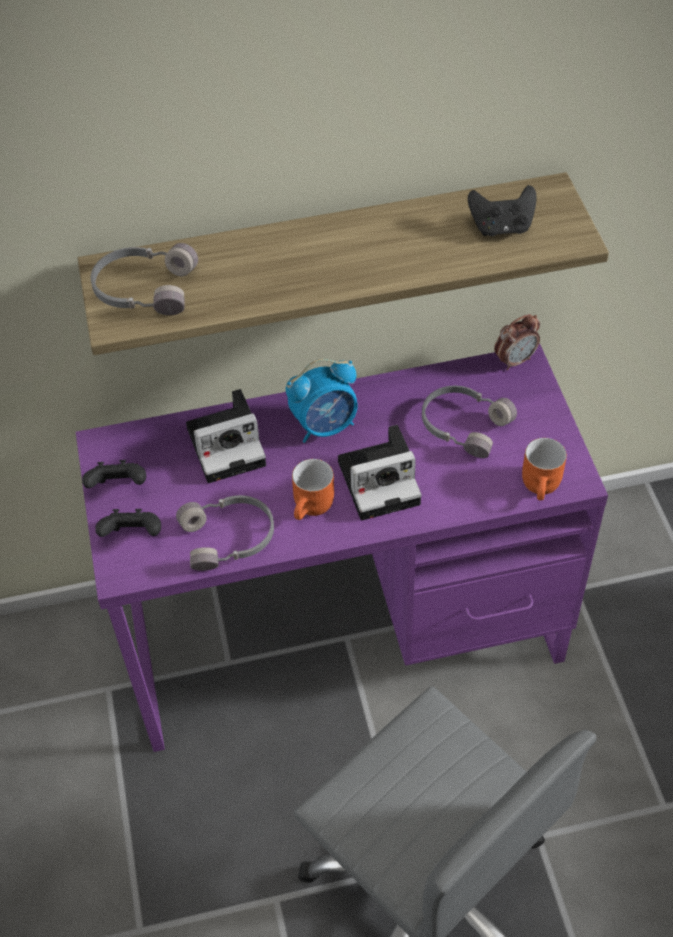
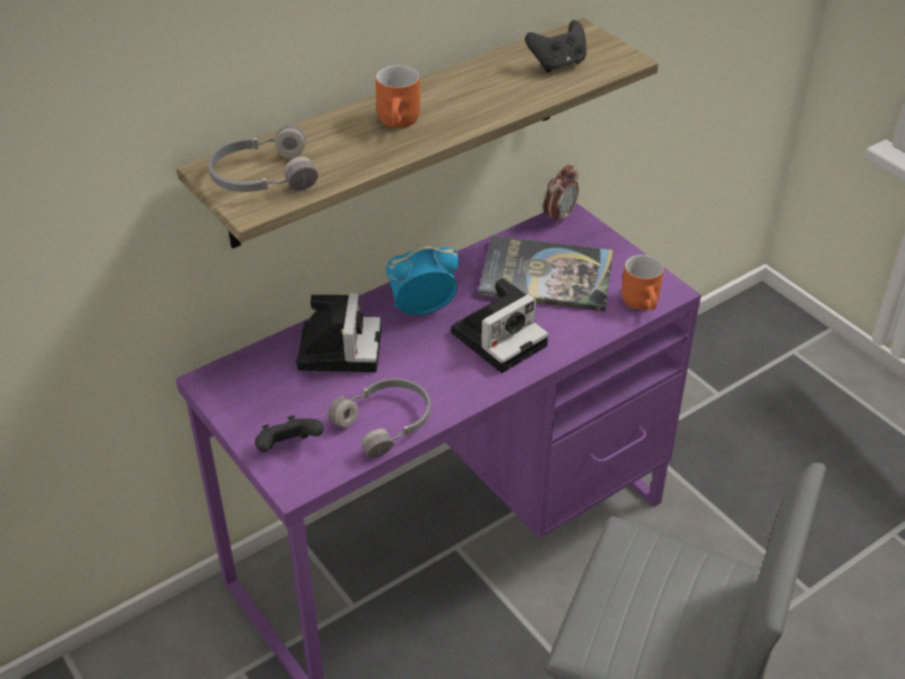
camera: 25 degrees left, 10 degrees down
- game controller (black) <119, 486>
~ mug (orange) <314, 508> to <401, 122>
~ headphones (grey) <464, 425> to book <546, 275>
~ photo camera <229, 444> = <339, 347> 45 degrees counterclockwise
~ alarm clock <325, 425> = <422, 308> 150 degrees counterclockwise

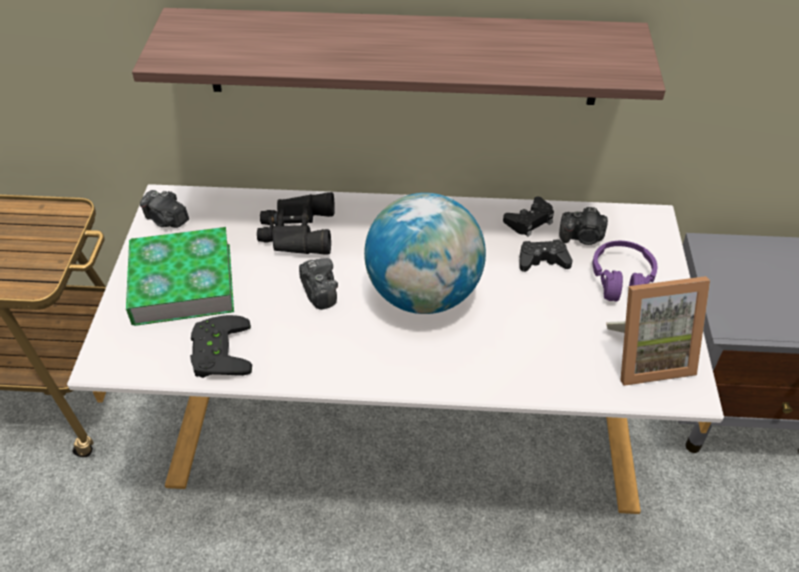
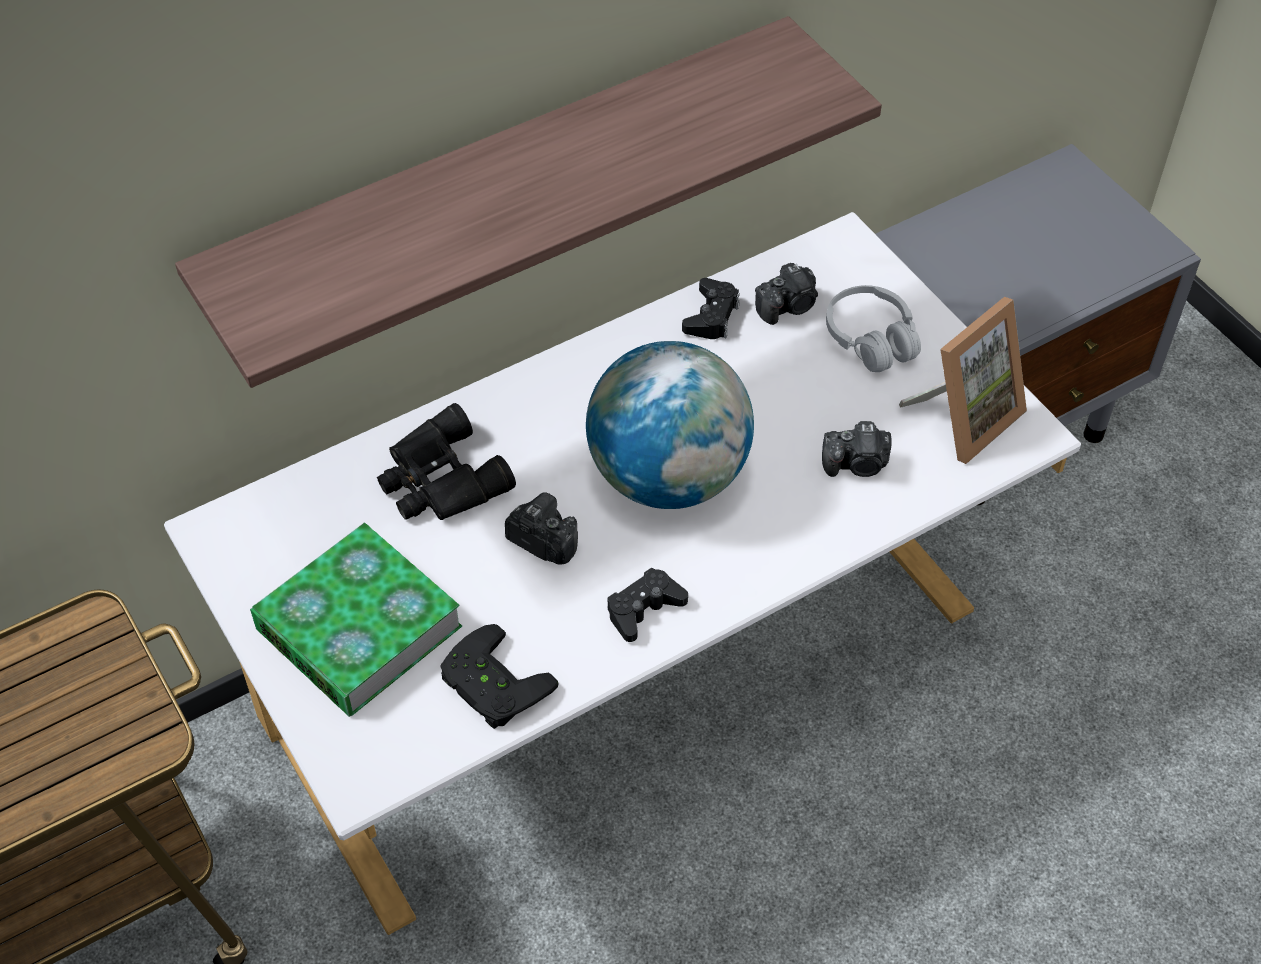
camera: 35 degrees left, 5 degrees up
~ photo camera <166, 220> to <857, 464>
~ game controller (black) <542, 261> to <644, 609>
~ headphones (purple) <621, 280> to headphones (white) <871, 339>

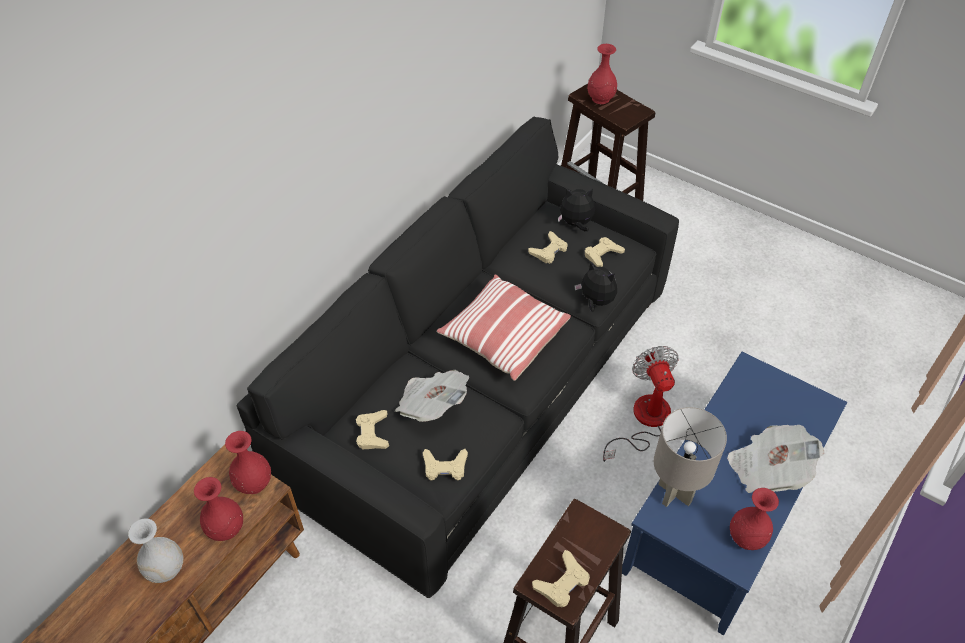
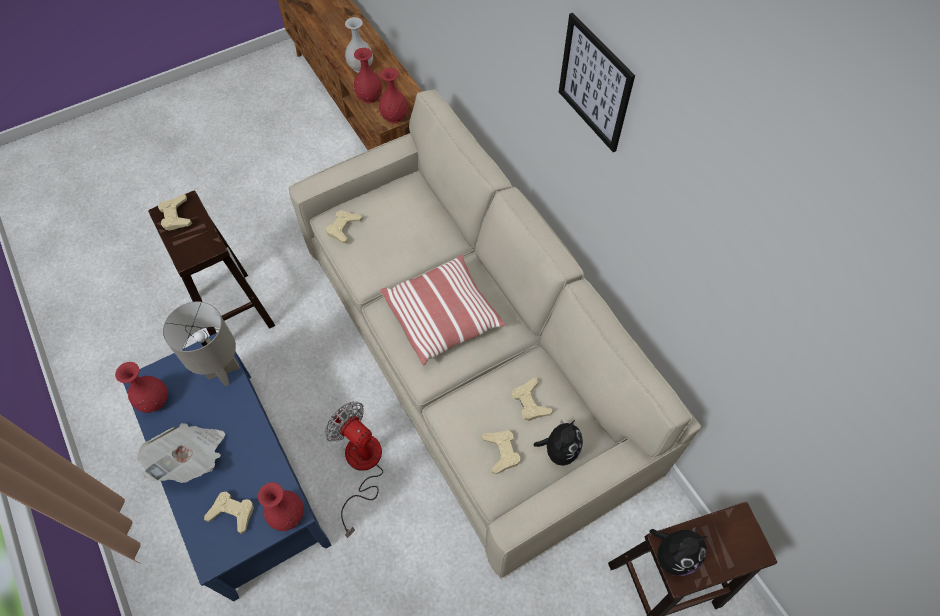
camera: 115 degrees right, 10 degrees up
- newspaper <432, 405>
+ picture <595, 83>
~ game controller (beige) <372, 433> to <232, 513>
~ plush toy <595, 301> to <673, 554>
~ vase (red) <600, 98> to <288, 515>
~ sofa (black) <482, 383> to sofa (beige) <470, 354>
~ fan <643, 421> = <361, 467> 150 degrees counterclockwise

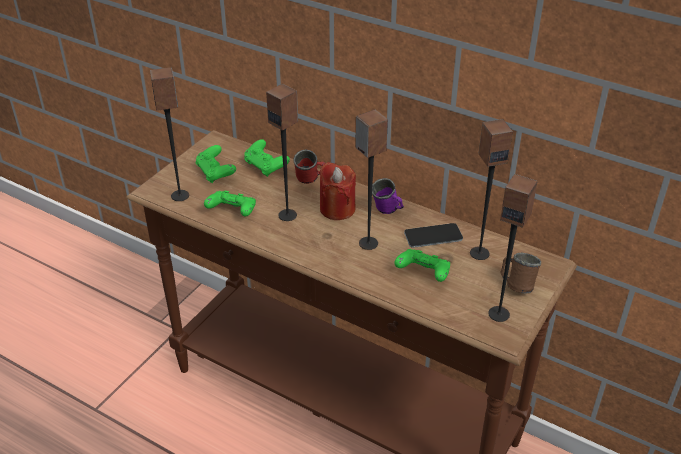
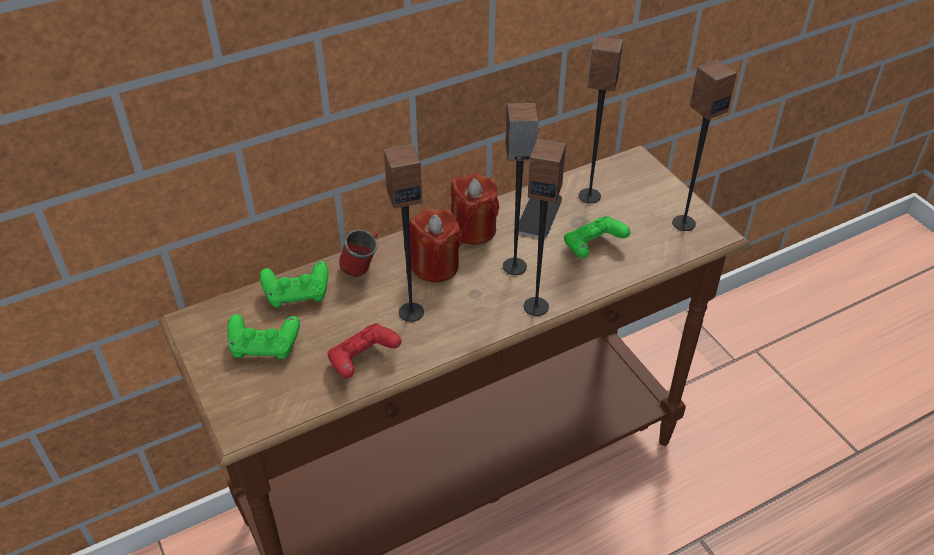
camera: 60 degrees left, 5 degrees up
- mug (brown) <516, 285>
~ speaker <180, 195> to <536, 306>
~ mug (purple) <388, 212> to candle (red) <473, 229>
~ game controller (green) <232, 212> to game controller (red) <363, 360>

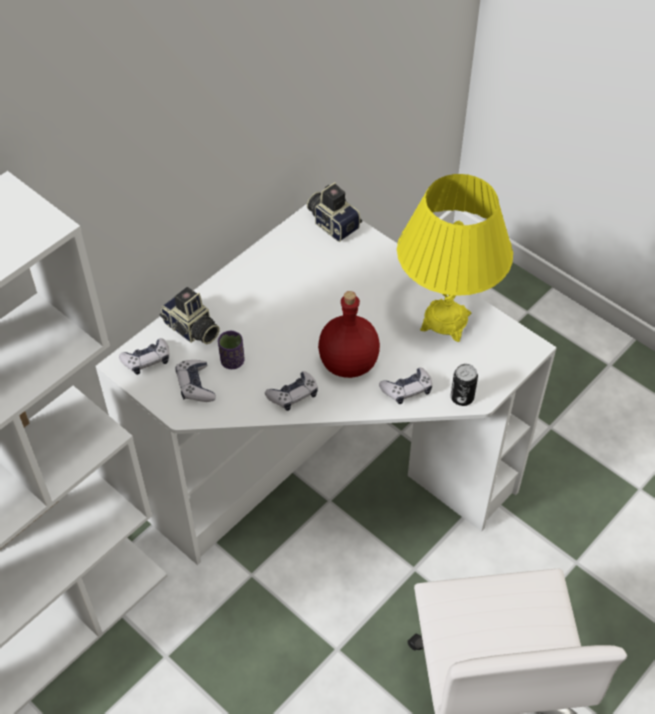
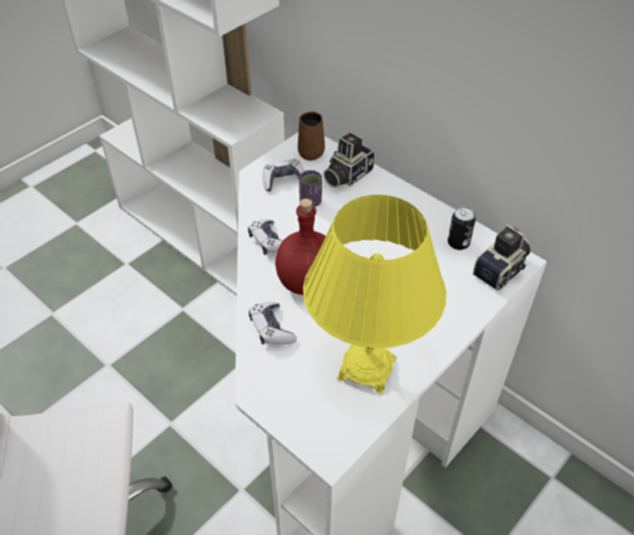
camera: 90 degrees right, 5 degrees down
~ can <462, 397> to <458, 243>
~ game controller <147, 360> to mug (brown) <312, 152>

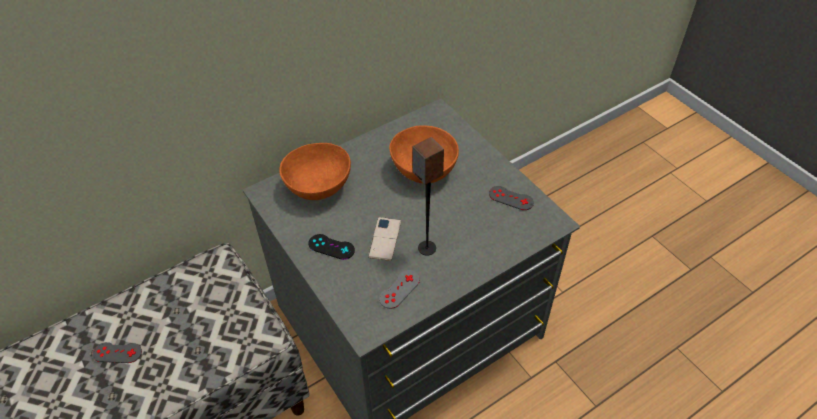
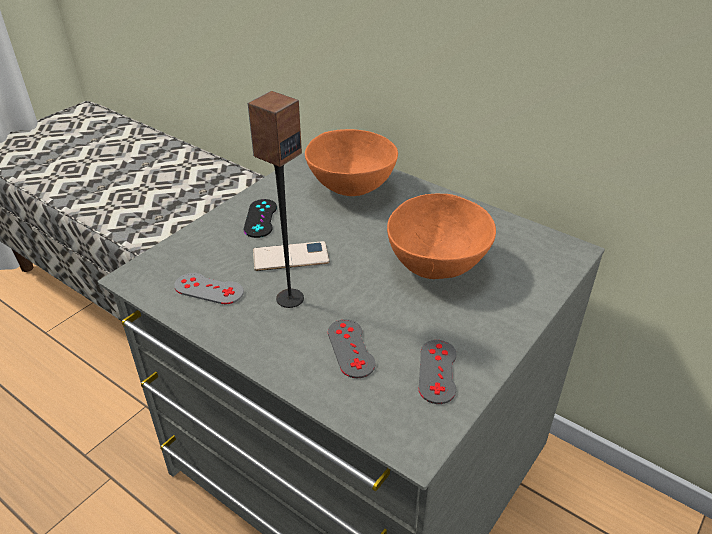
camera: 70 degrees right, 10 degrees down
~ game controller (grey) <117, 353> to <351, 348>

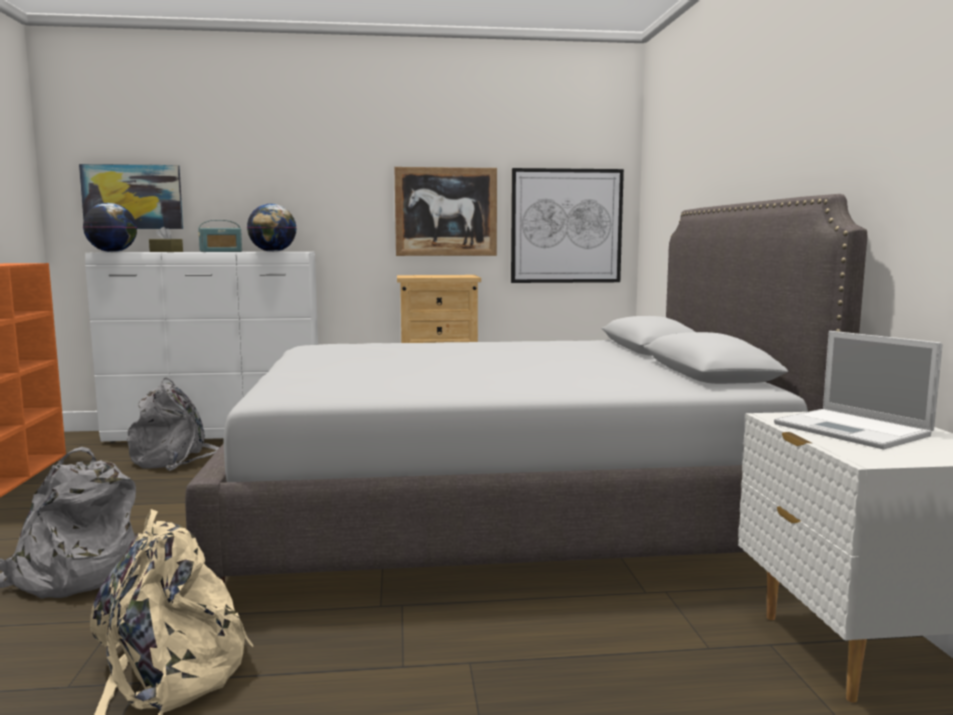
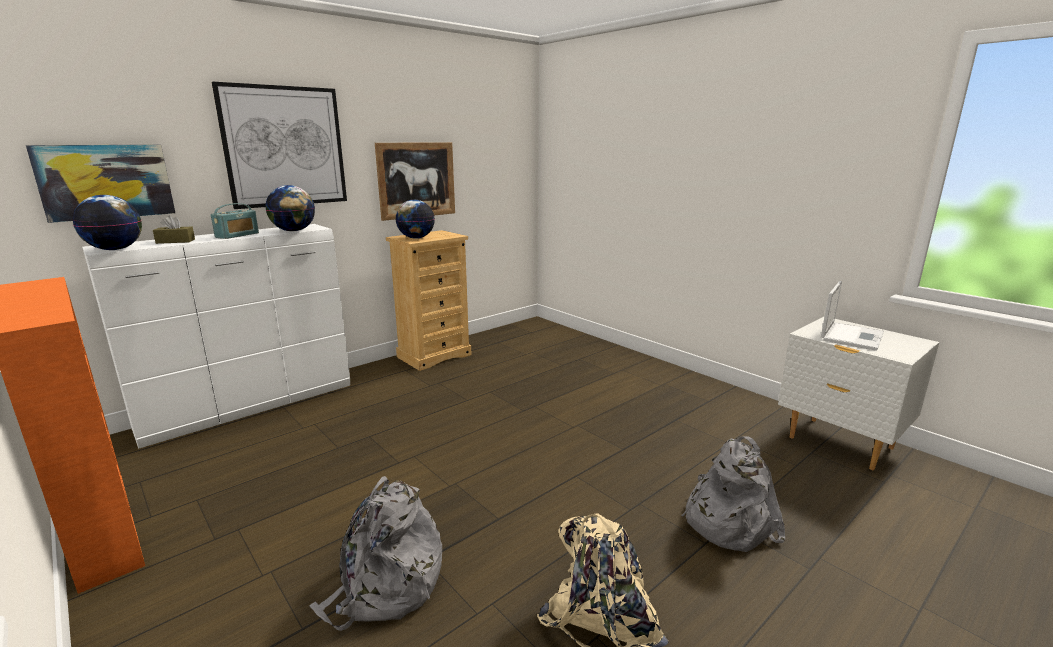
camera: 35 degrees left, 10 degrees up
- bed (grey) <502, 515>
+ globe <416, 238>
~ backpack (grey) <175, 459> to <726, 521>
~ picture <566, 226> to <285, 147>
~ laptop <854, 430> = <851, 336> 75 degrees counterclockwise

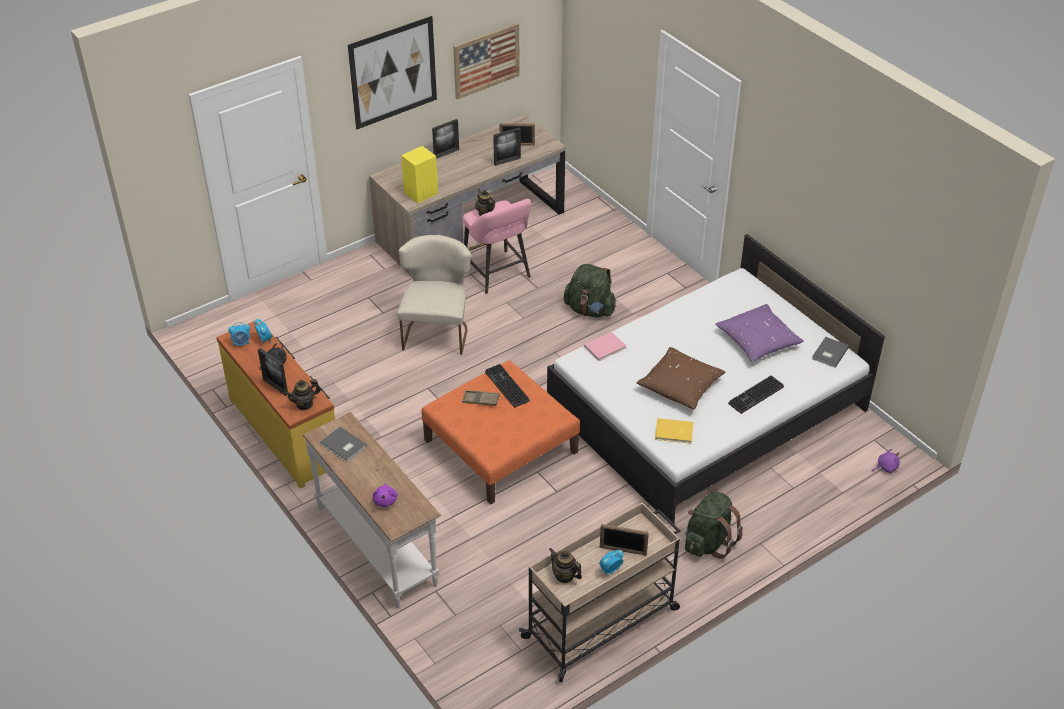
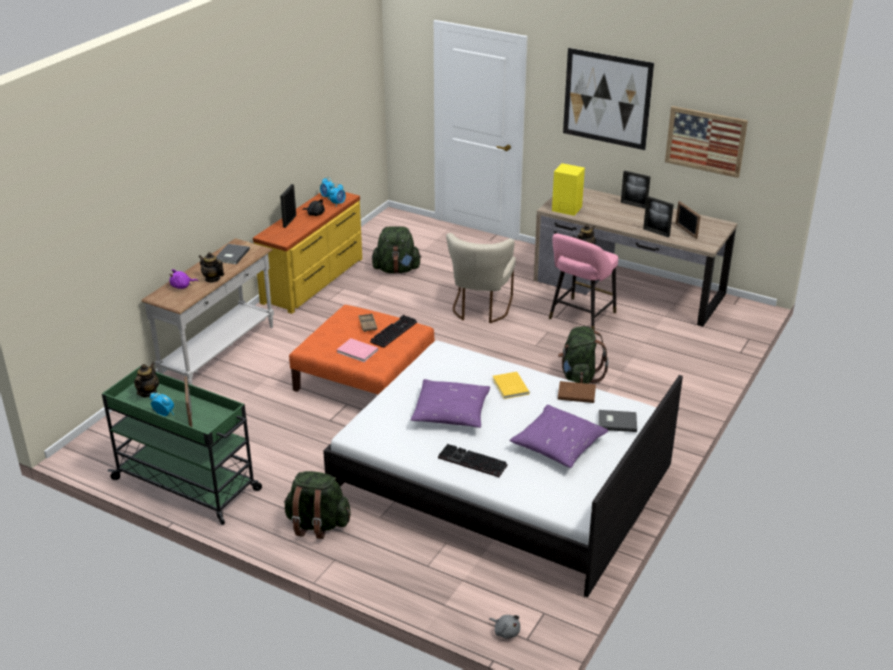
camera: 65 degrees right, 10 degrees down
+ backpack (green) <396, 270>
+ book (brown) <576, 392>
~ teapot <305, 404> to <212, 279>
~ book (pink) <606, 348> to <357, 352>
~ book (yellow) <674, 432> to <509, 387>
~ book (grey) <829, 353> to <616, 421>
~ cart (beige) <602, 622> to cart (green) <188, 485>
~ pillow (brown) <680, 385> to pillow (purple) <451, 412>
~ plush toy (purple) <885, 467> to plush toy (grey) <506, 631>
~ chair (beige) <437, 330> = <480, 309> 120 degrees clockwise

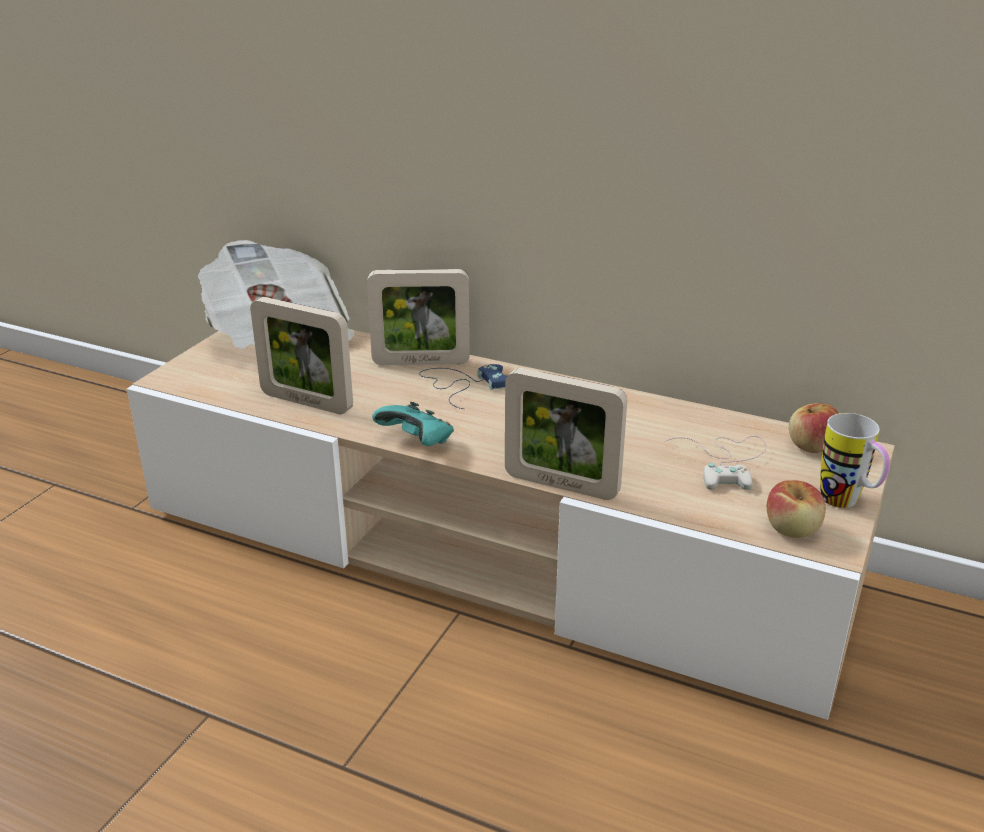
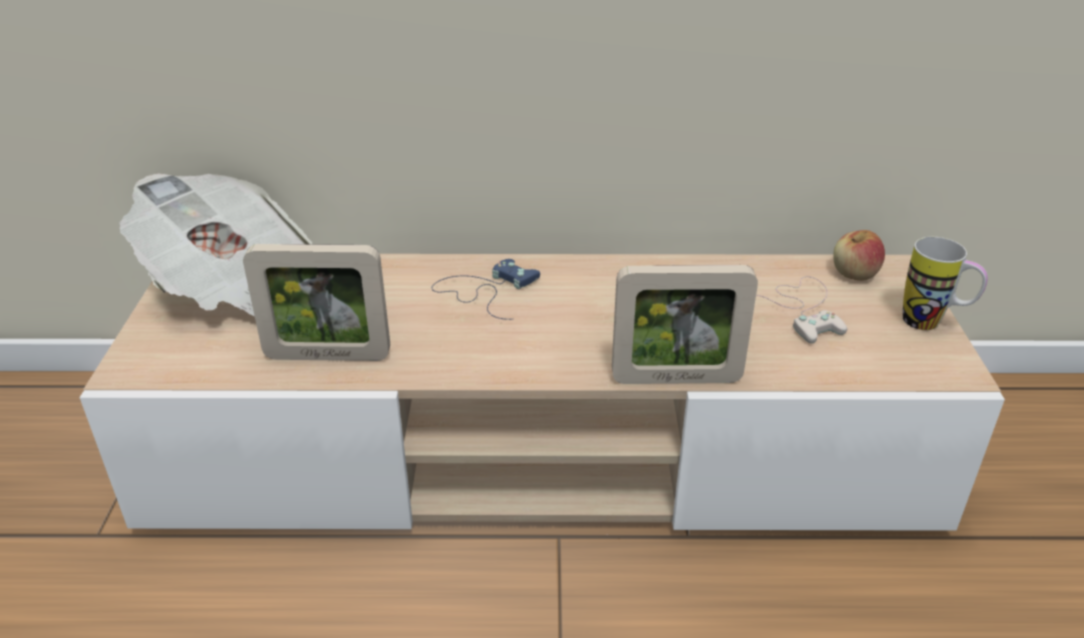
camera: 25 degrees left, 5 degrees up
- picture frame <421, 362>
- game controller (turquoise) <417, 442>
- apple <792, 529>

